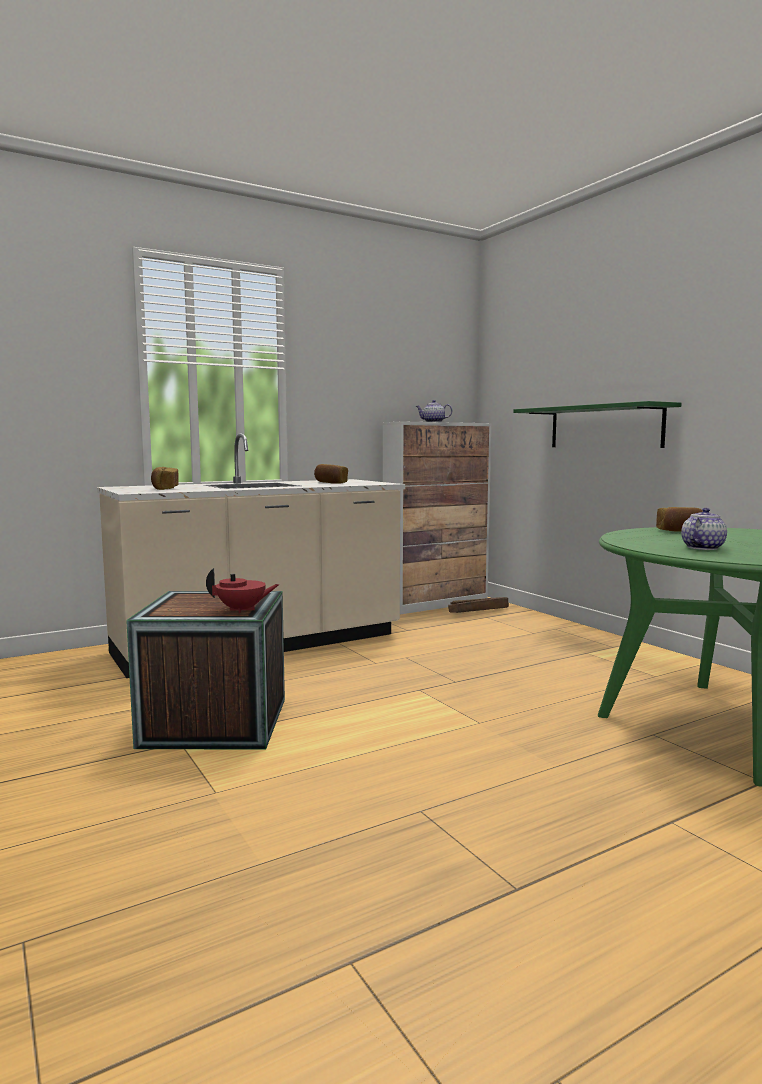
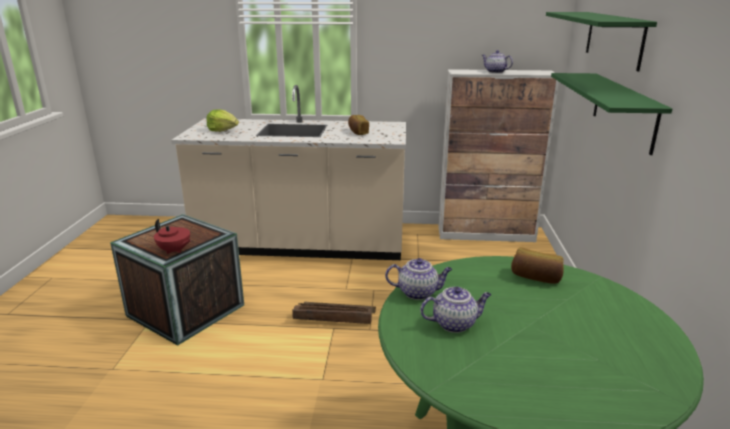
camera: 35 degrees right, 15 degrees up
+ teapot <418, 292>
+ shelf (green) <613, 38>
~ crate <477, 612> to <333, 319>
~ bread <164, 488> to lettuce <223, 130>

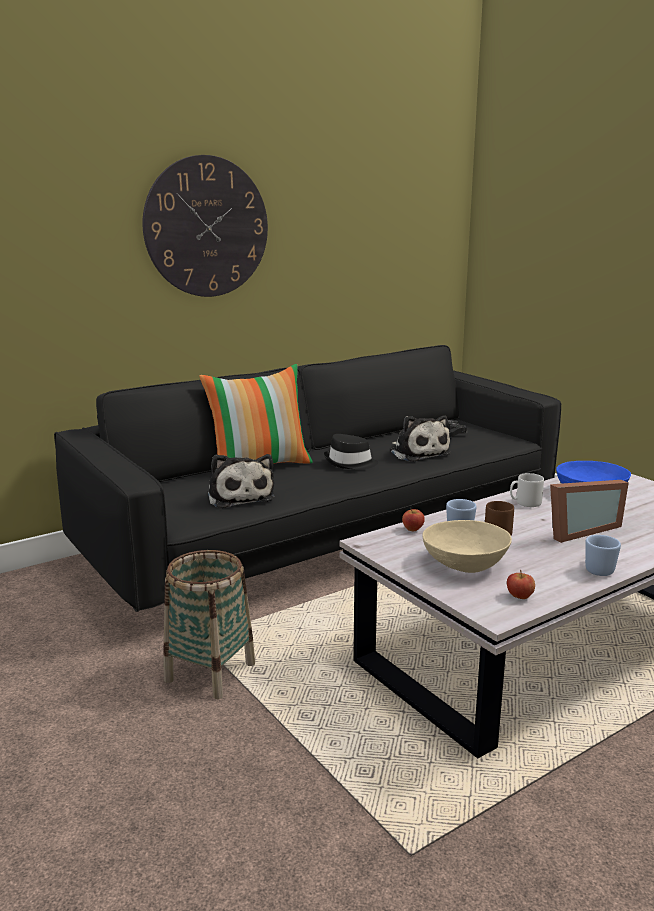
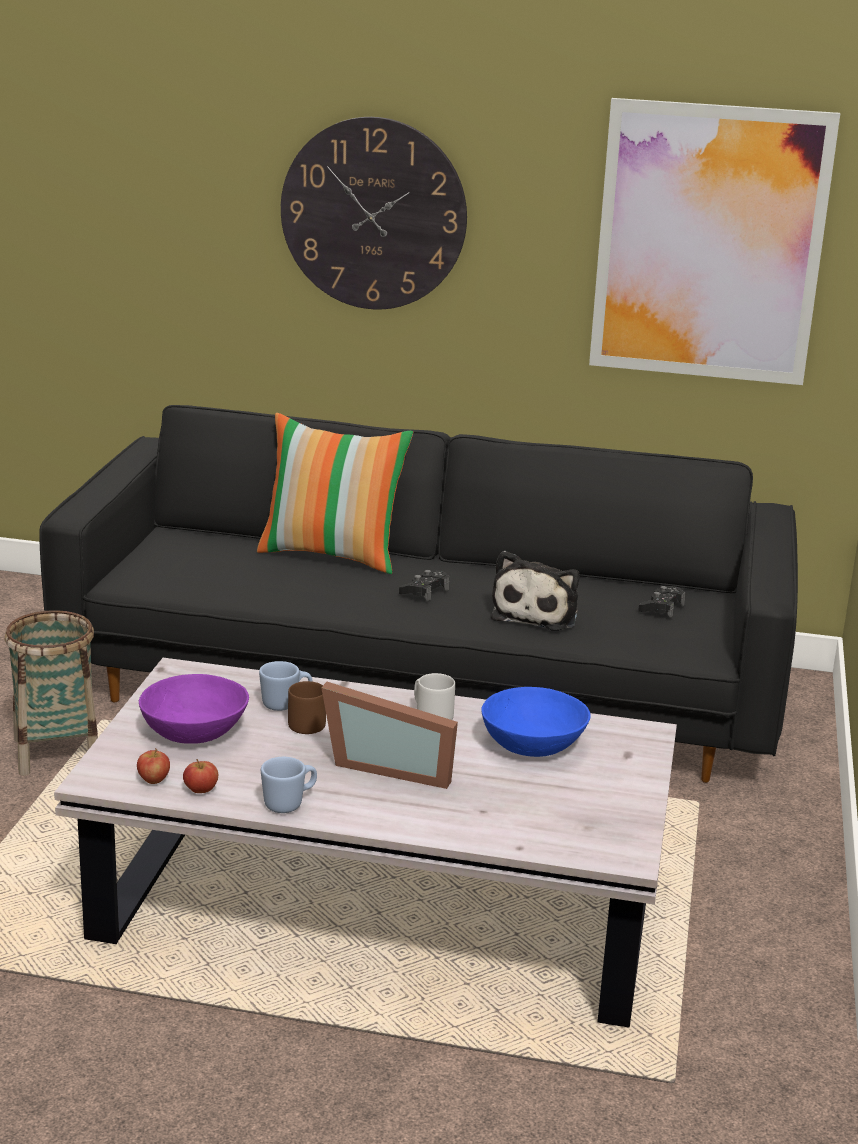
camera: 45 degrees right, 5 degrees up
- plush toy <239, 496>
+ picture <709, 243>
~ apple <413, 529> to <201, 790>
~ hat (black) <350, 463> to game controller (black) <424, 591>
~ bowl (beige) <466, 564> to bowl (purple) <195, 732>

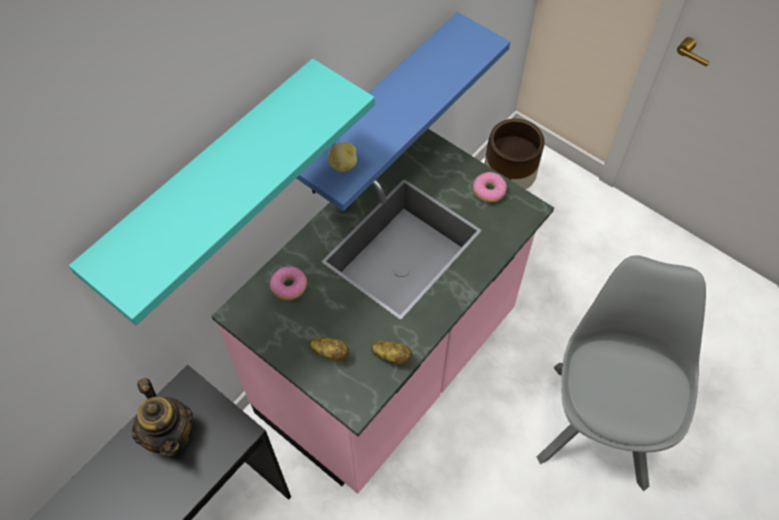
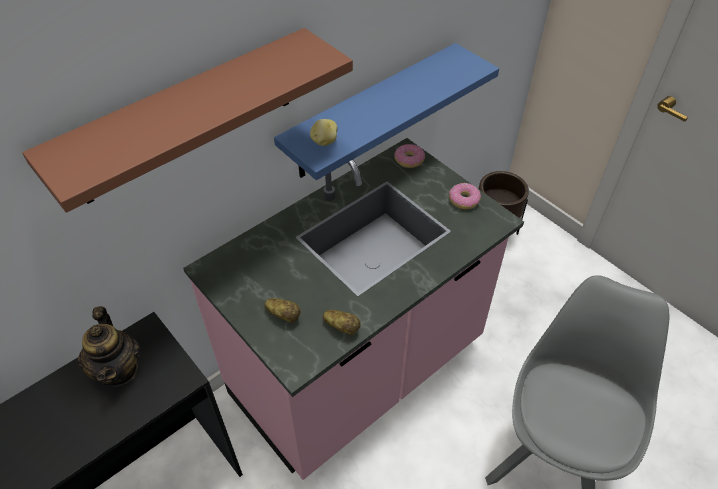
camera: 10 degrees right, 10 degrees down
~ donut <289, 286> to <409, 160>
~ shelf (turquoise) <208, 180> to shelf (brown) <186, 117>

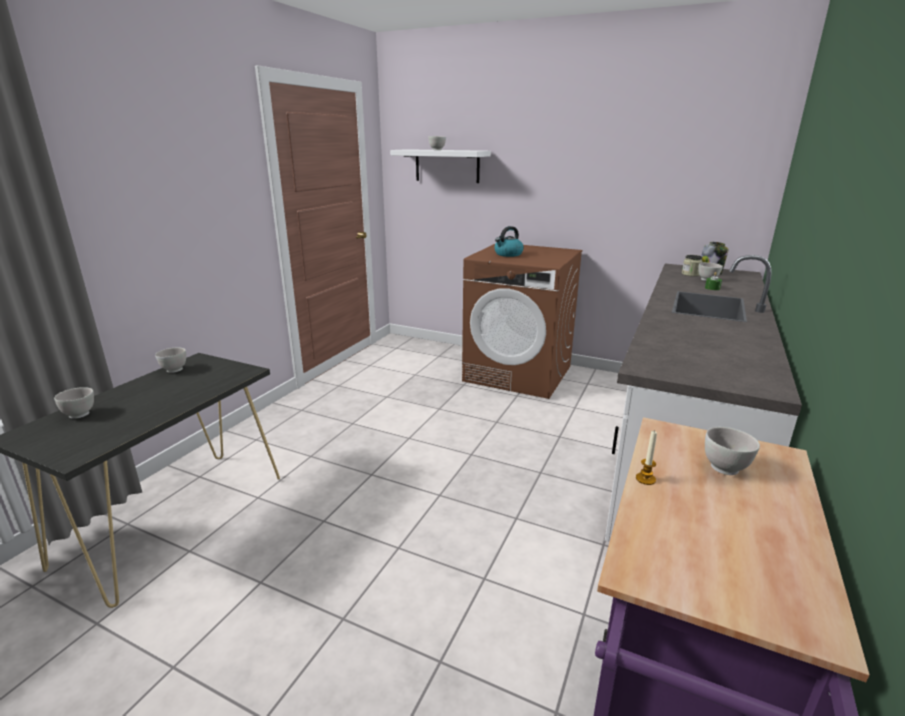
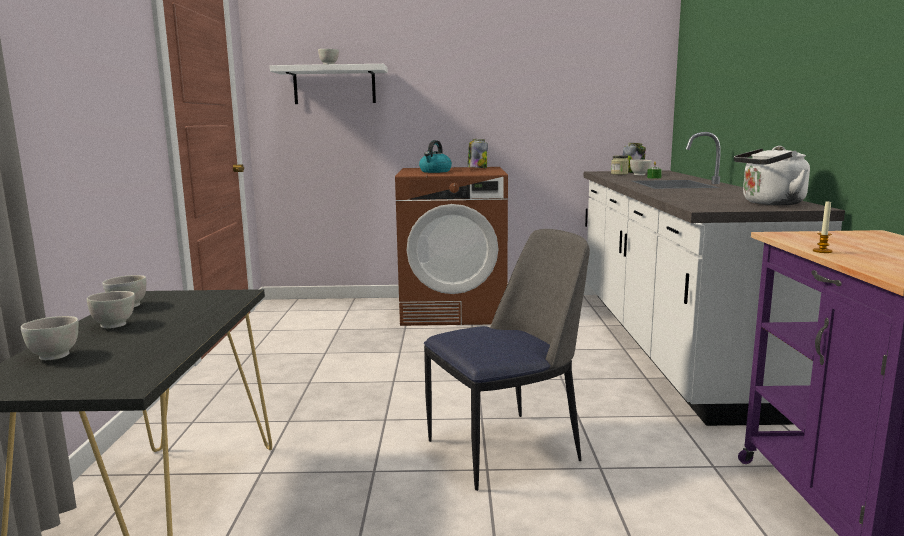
camera: 25 degrees left, 10 degrees down
+ chair <506, 449>
+ jar <477, 168>
+ kettle (white) <769, 203>
~ bowl (white) <725, 468> to <114, 325>

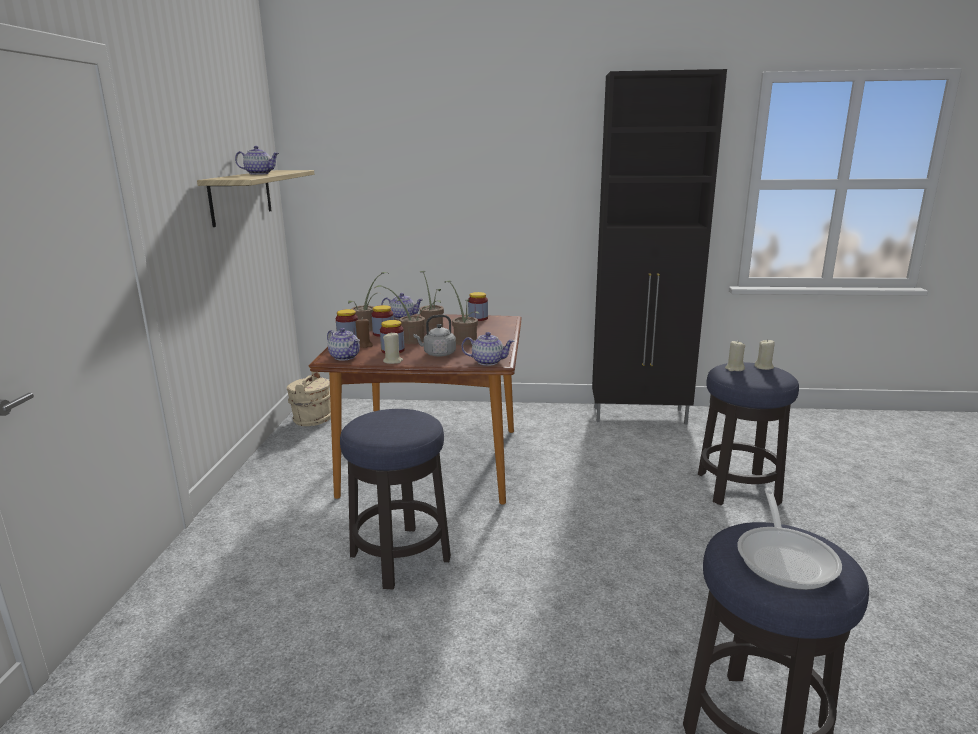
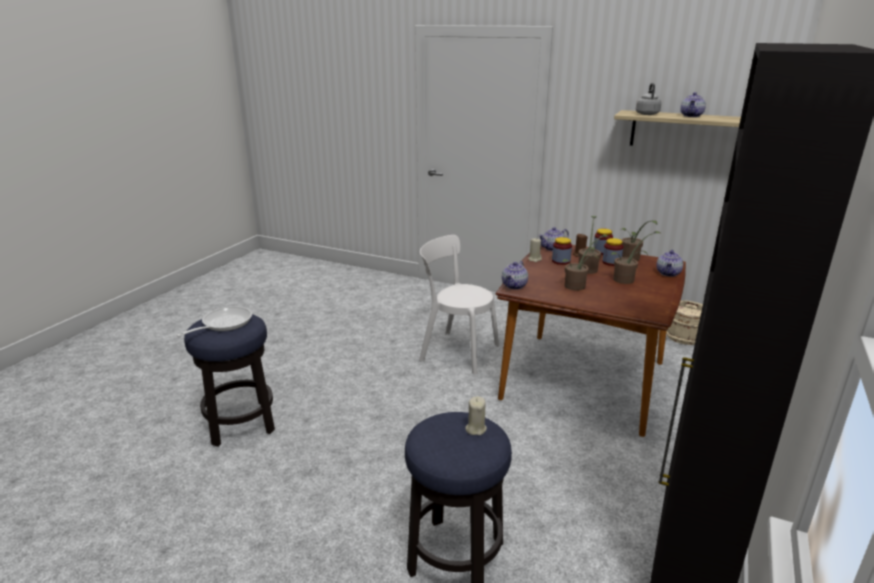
camera: 110 degrees right, 5 degrees up
- jar <478, 318>
- candle (beige) <764, 367>
~ kettle (grey) <438, 354> to <647, 114>
~ stool <400, 557> to chair (white) <456, 351>
~ frying pan <785, 558> = <223, 324> 90 degrees clockwise

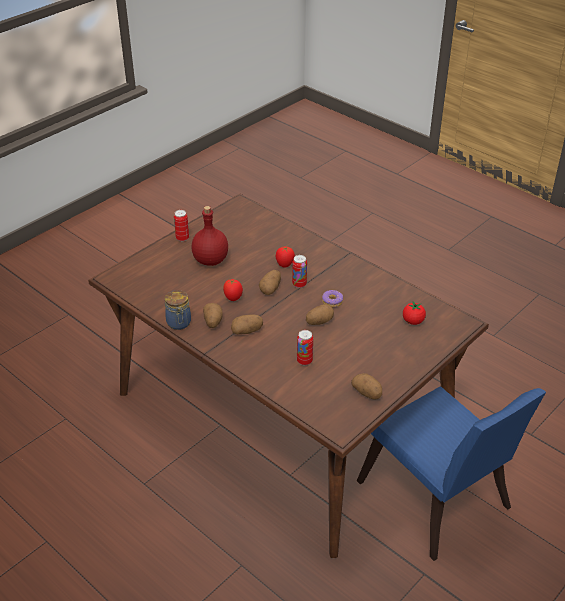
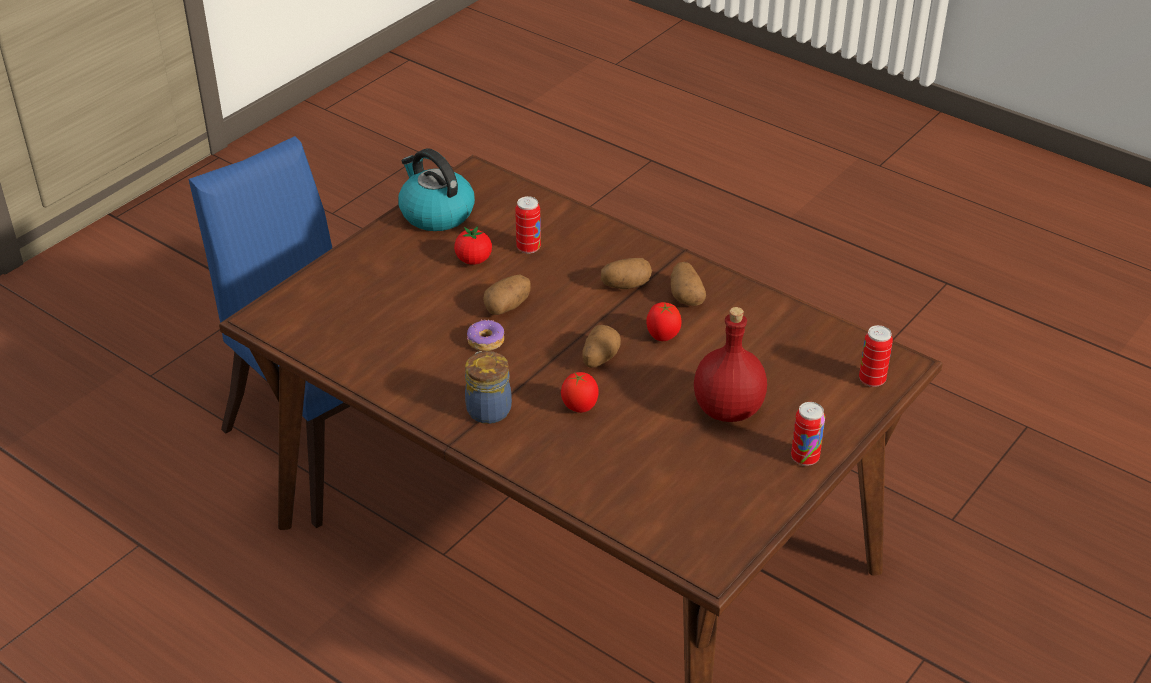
camera: 175 degrees right, 0 degrees up
~ jar <179, 323> to <488, 409>
~ can <299, 284> to <872, 380>
~ tomato <413, 321> to <473, 260>
~ potato <367, 393> to kettle <435, 213>

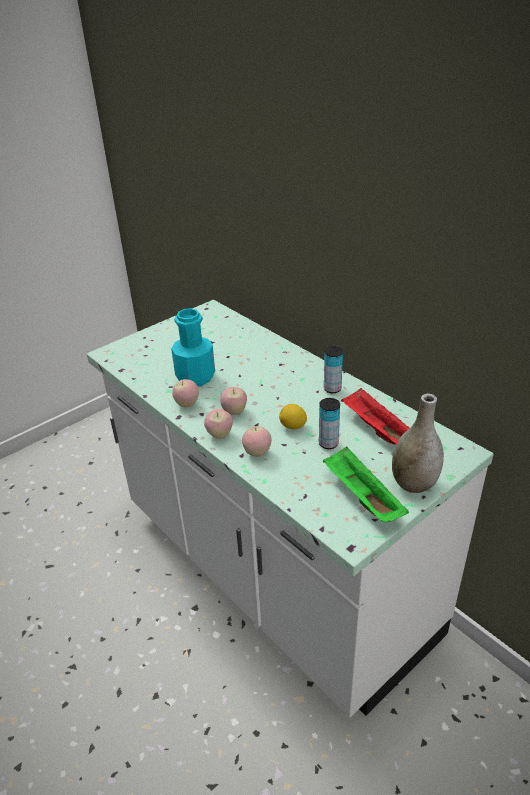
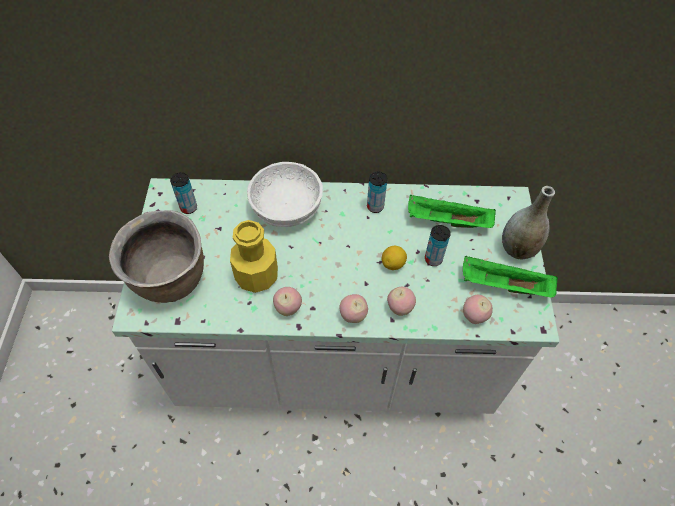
camera: 50 degrees left, 20 degrees up
+ cooking pot (brown) <170, 280>
+ can <188, 208>
+ bowl (white) <286, 206>
~ apple <234, 411> to <474, 316>
~ bottle (turquoise) <195, 377> to bottle (yellow) <257, 276>
~ tray (red) <376, 429> to tray (green) <447, 222>

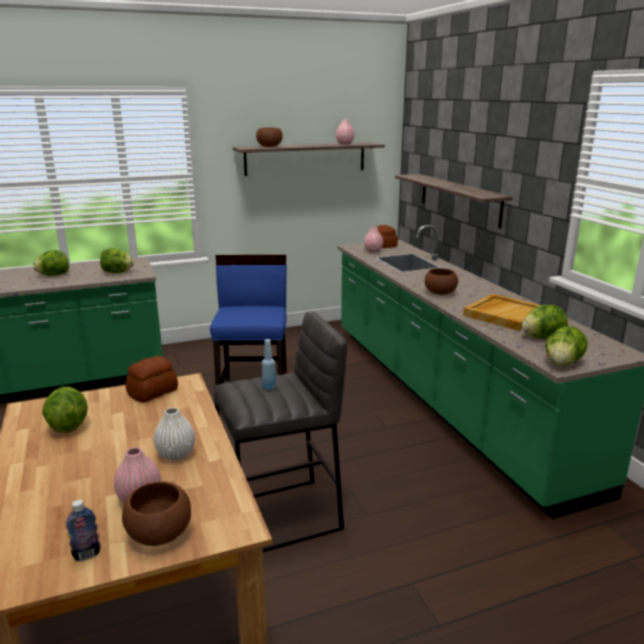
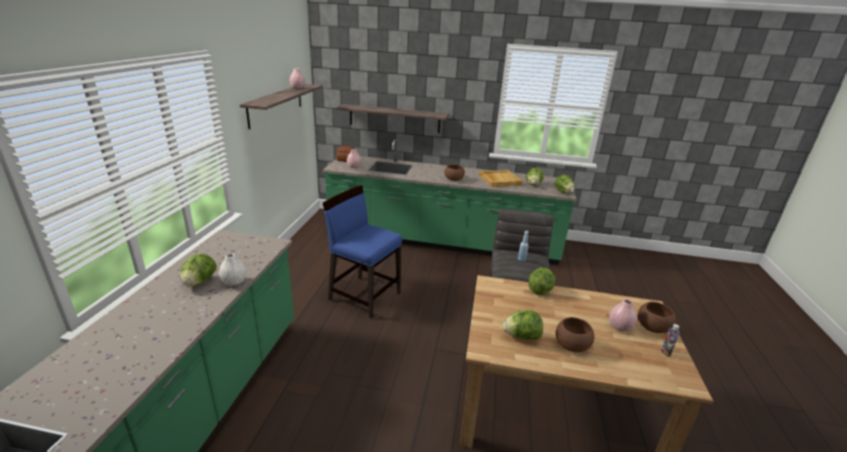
camera: 60 degrees left, 5 degrees up
- bread <153, 392>
~ lettuce <117, 272> to <539, 290>
~ vase (white) <176, 454> to <234, 282>
~ bowl (brown) <269, 146> to <571, 345>

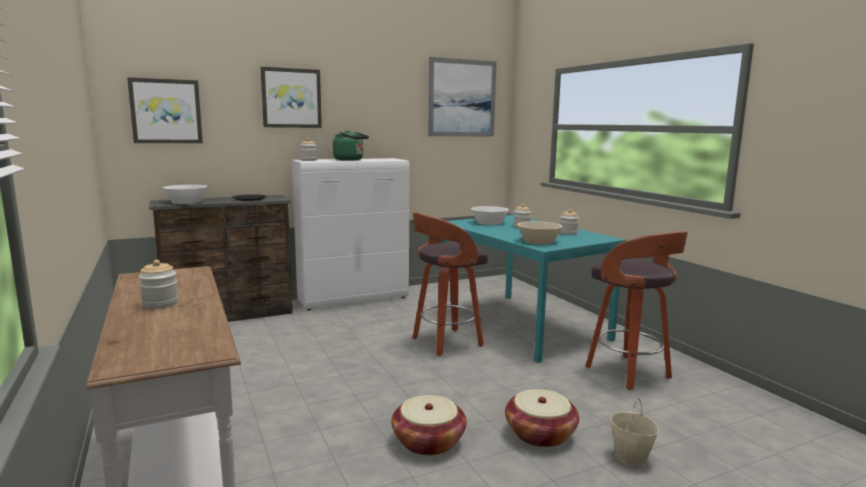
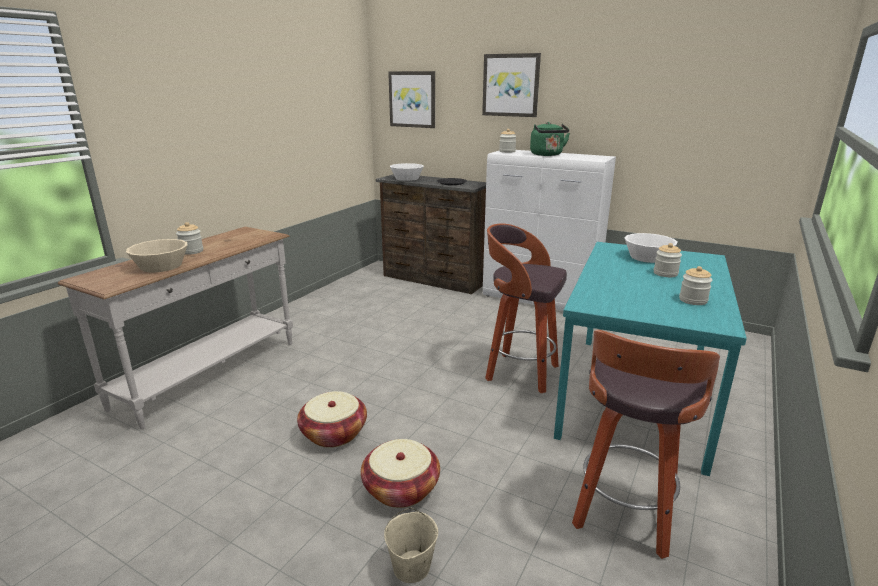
camera: 55 degrees right, 10 degrees up
- picture <462, 98>
~ bowl (beige) <539, 241> to <161, 266>

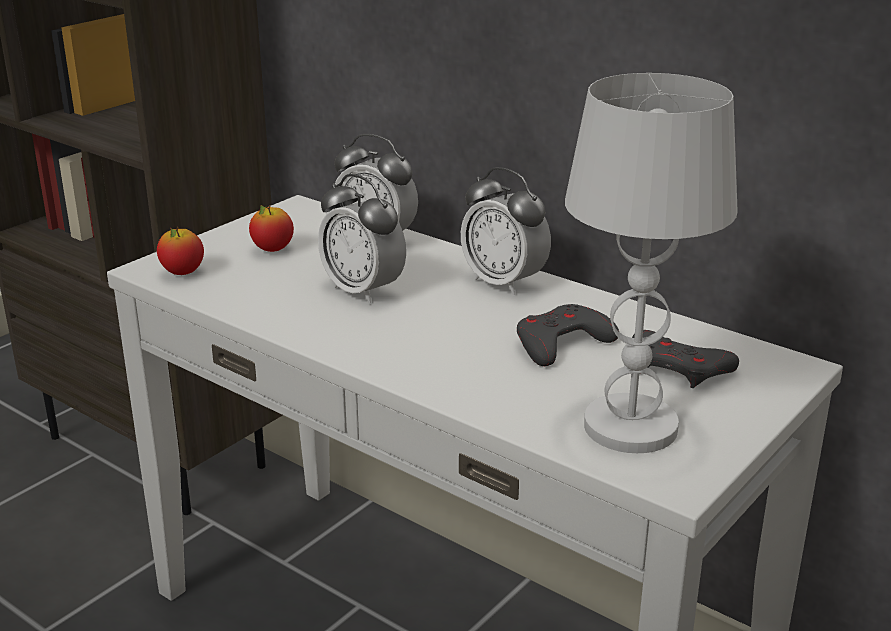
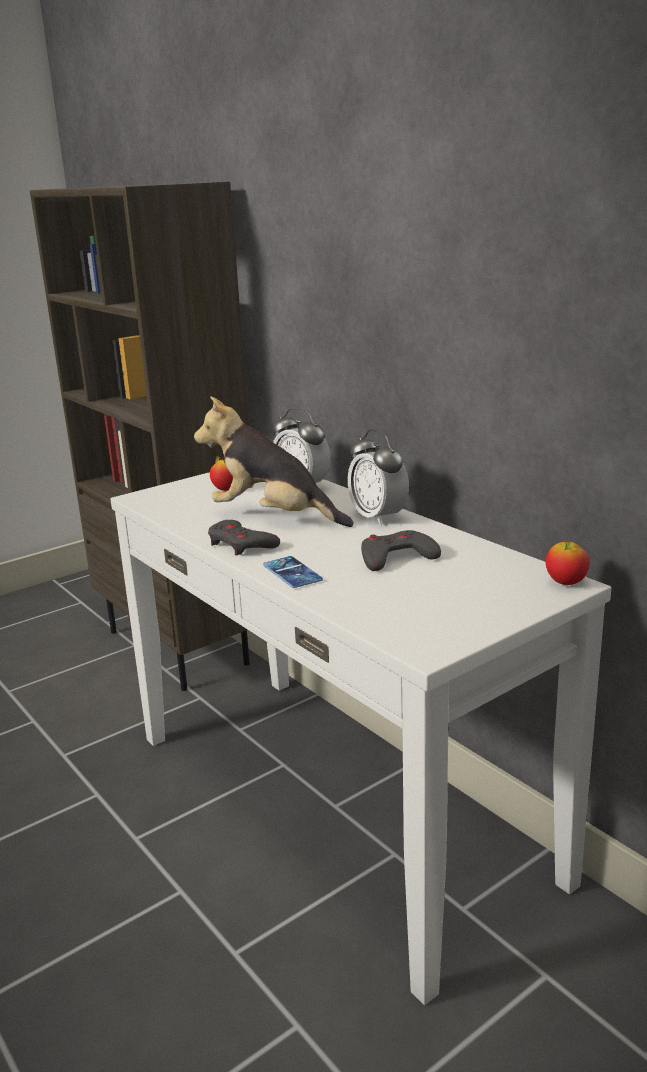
camera: 15 degrees right, 5 degrees down
- table lamp (white) <631, 426>
+ phone <292, 572>
~ apple <182, 273> to <566, 583>
~ game controller (grey) <677, 368> to <241, 544>
~ alarm clock <363, 291> to plush toy <273, 517>

